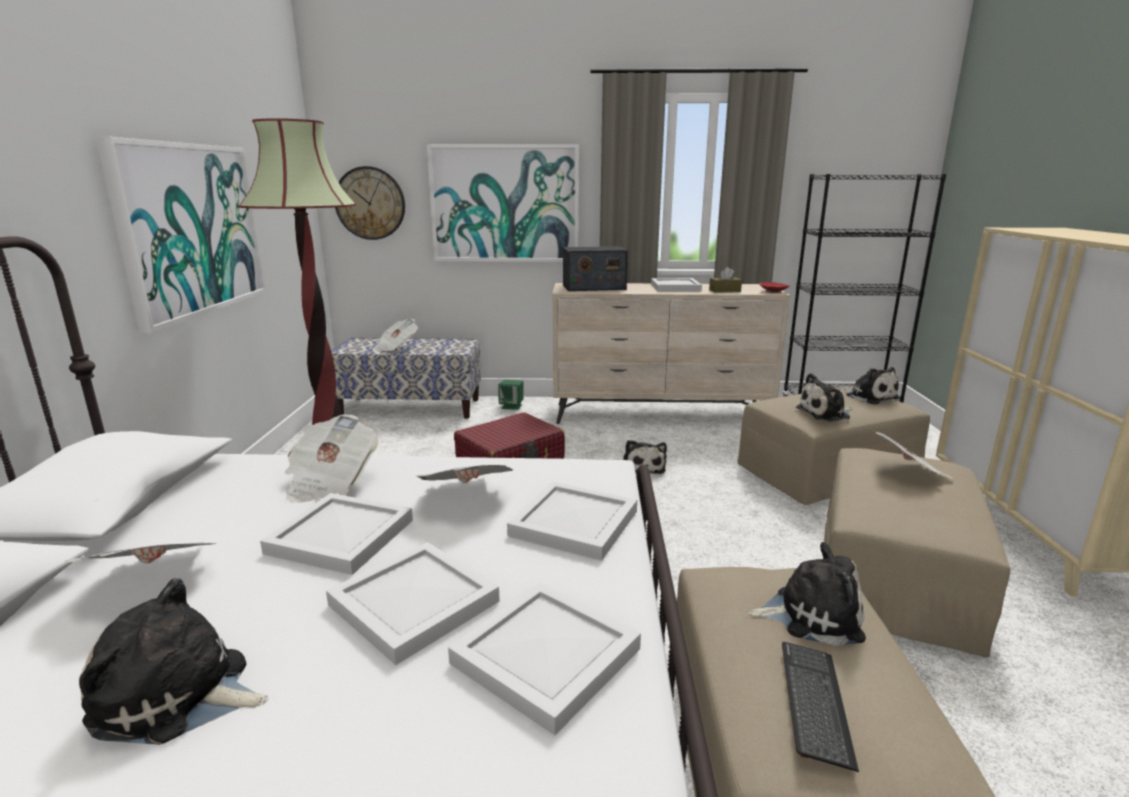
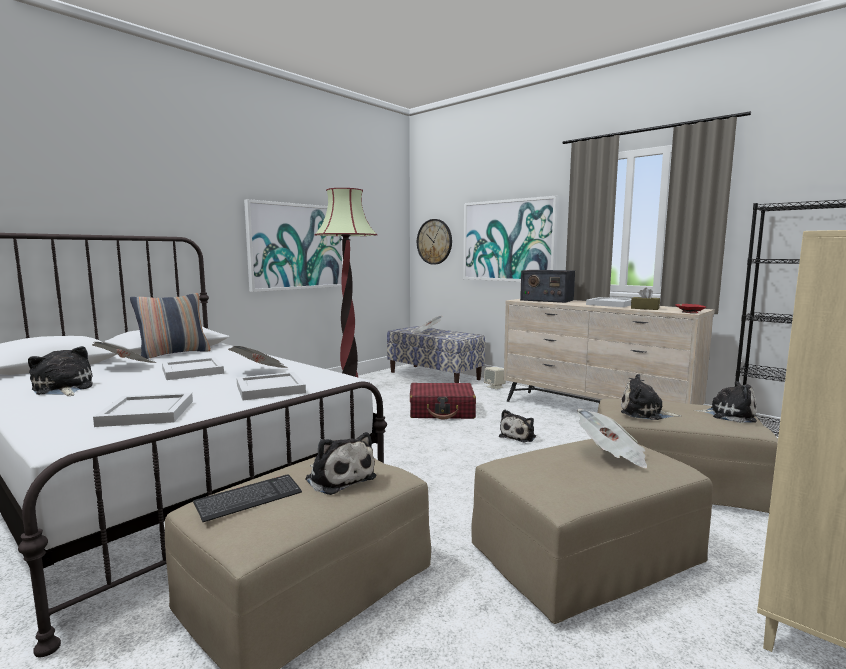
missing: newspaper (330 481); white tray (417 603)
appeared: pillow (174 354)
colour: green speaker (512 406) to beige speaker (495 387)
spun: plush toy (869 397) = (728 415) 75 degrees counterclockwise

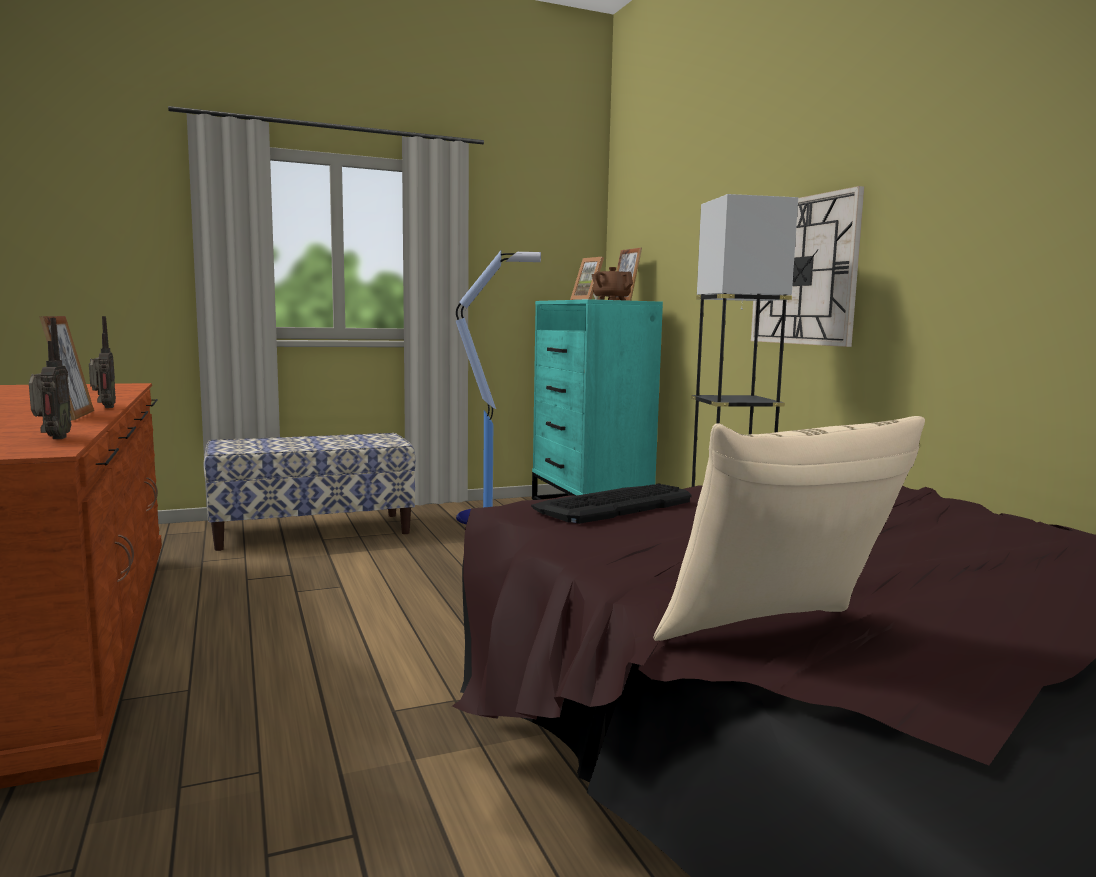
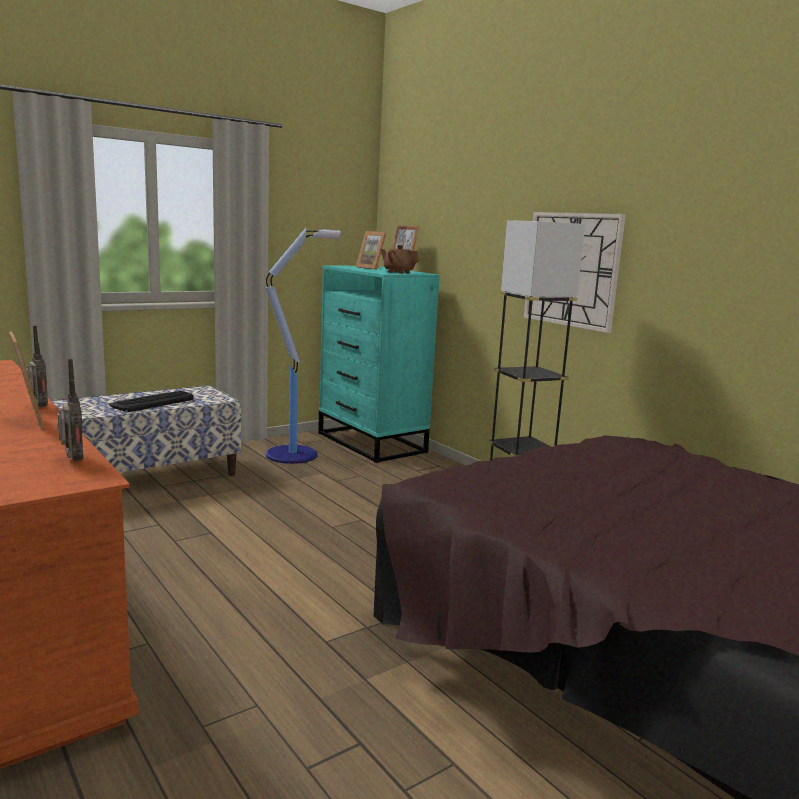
missing: beige pillow (783 642)
relocated: keyboard (612 505) to (152 402)

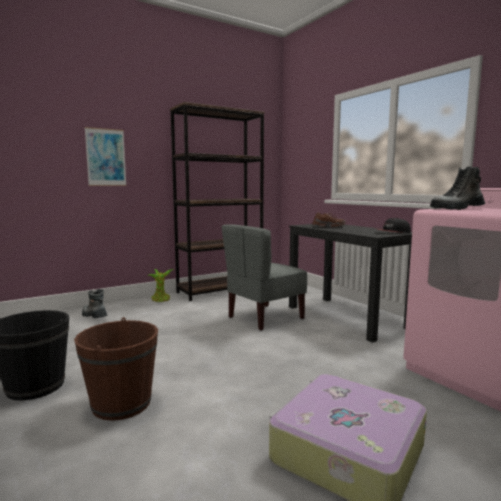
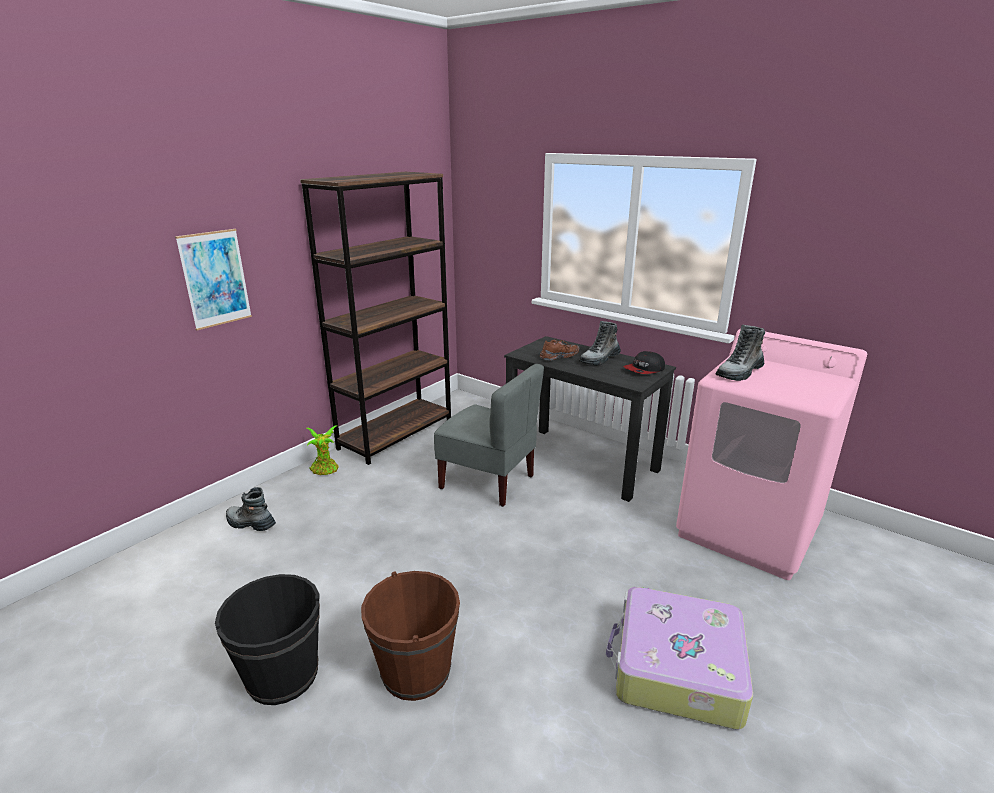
appeared: boot (600 359)
spun: grey chair (264 318) = (488 481) 90 degrees counterclockwise

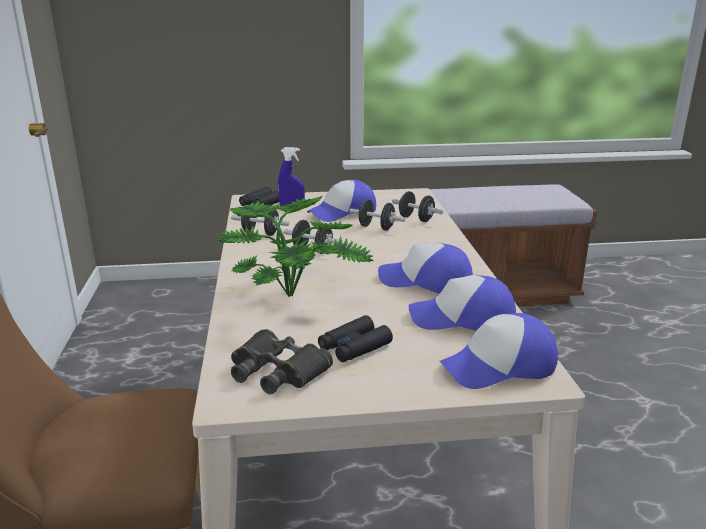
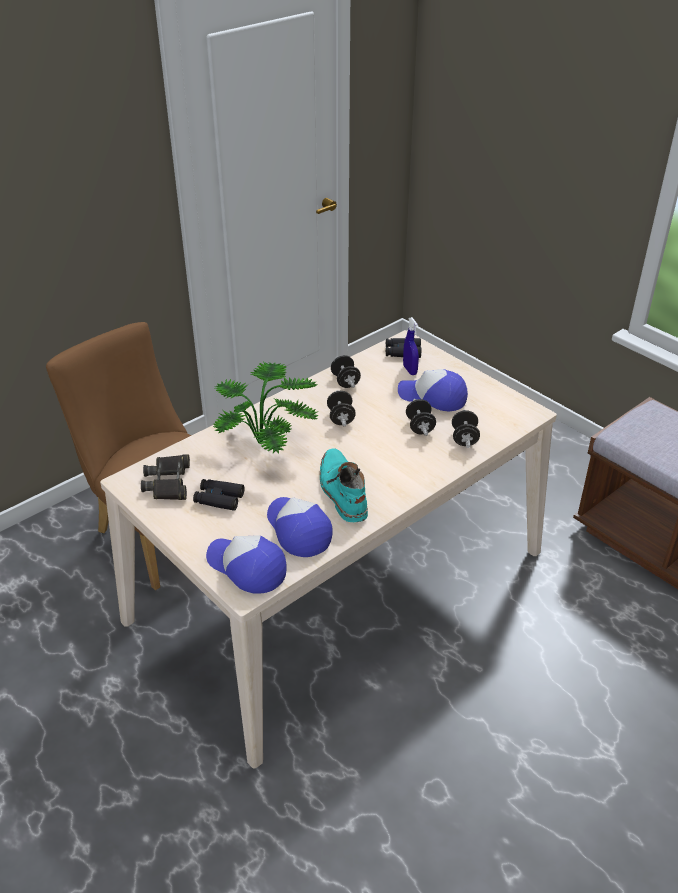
exchanged: cap (426 282) to turquoise boot (342 491)

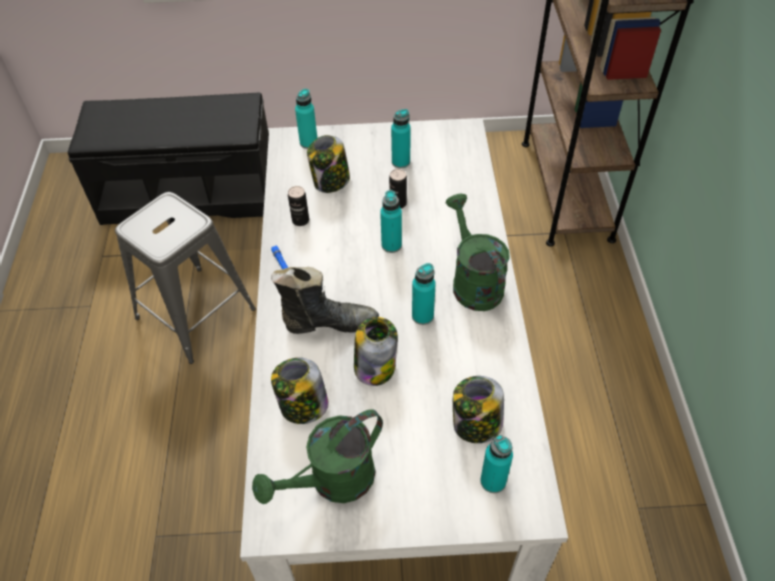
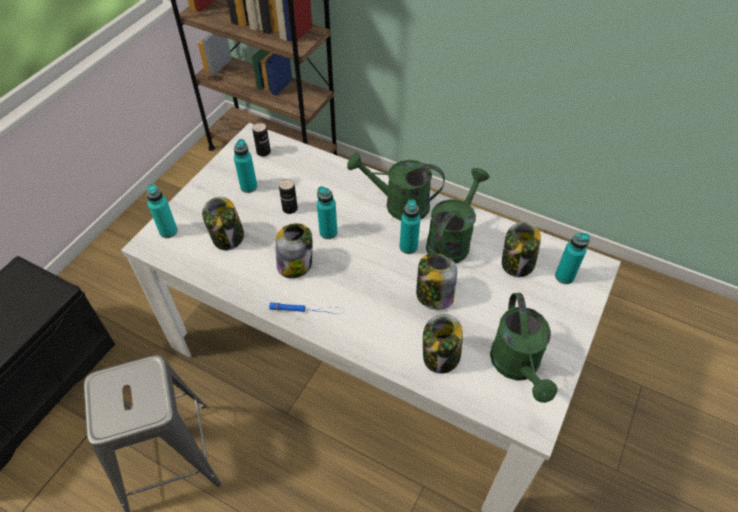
missing: black boot (329 323)
appeared: jar (295 264); green watering can (451 240)
relocated: can (300 220) to (263 152)

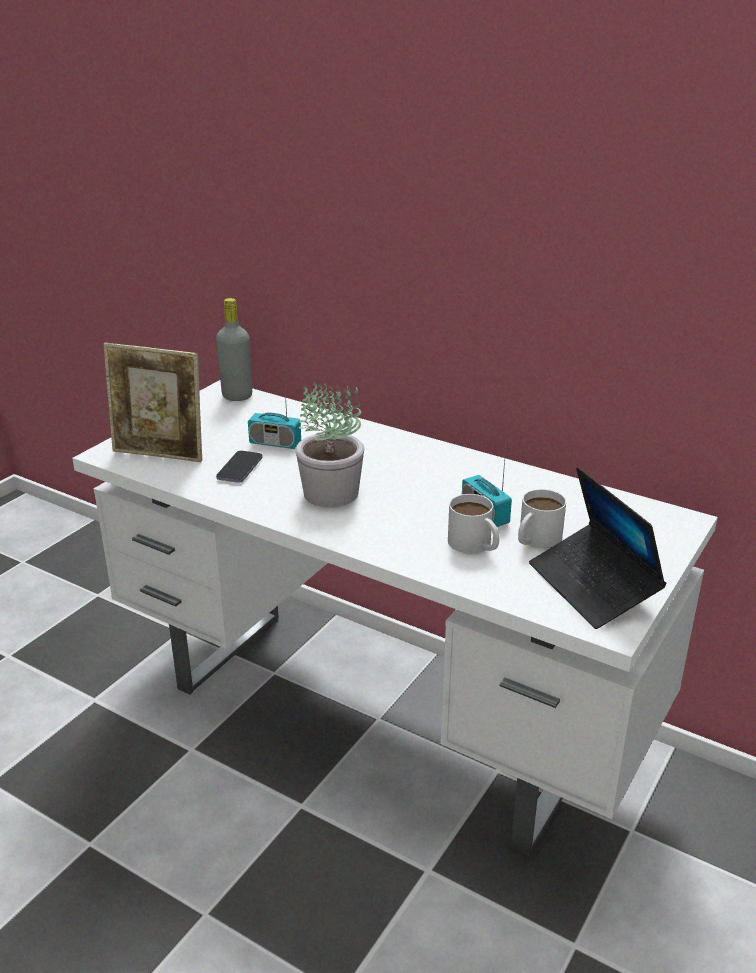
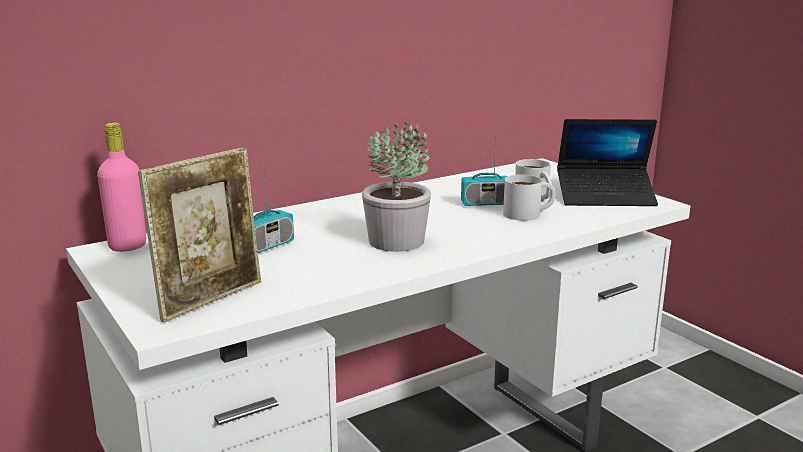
missing: phone (240 468)
colour: grey bottle (237 396) to pink bottle (127 246)

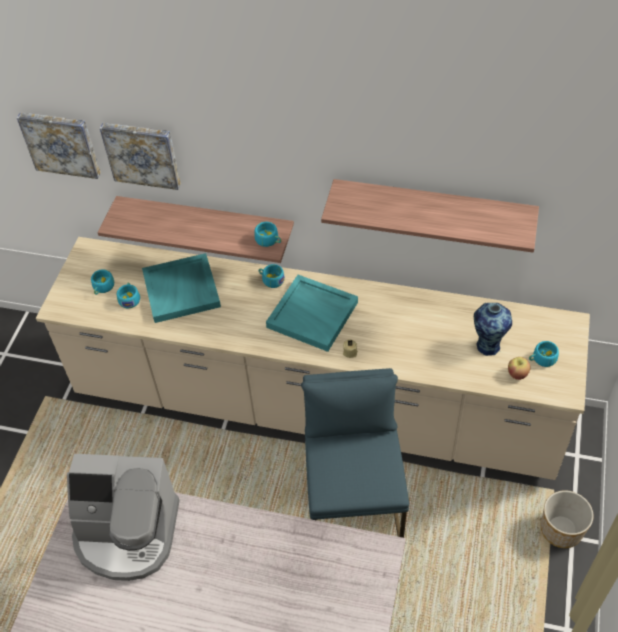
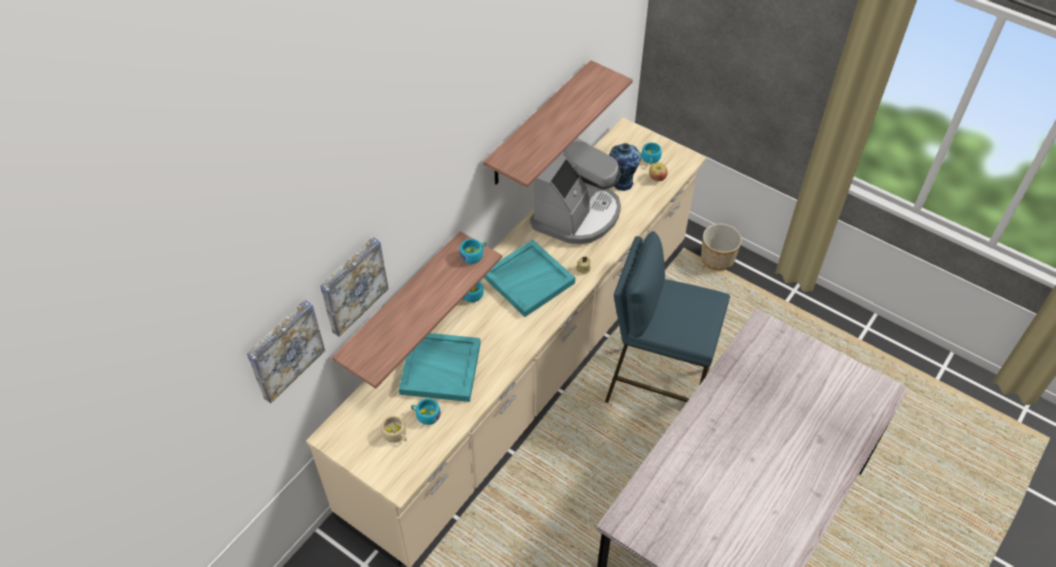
relocated: coffee machine (127 533) to (576 214)
colour: turquoise cup (102 288) to beige cup (396 435)

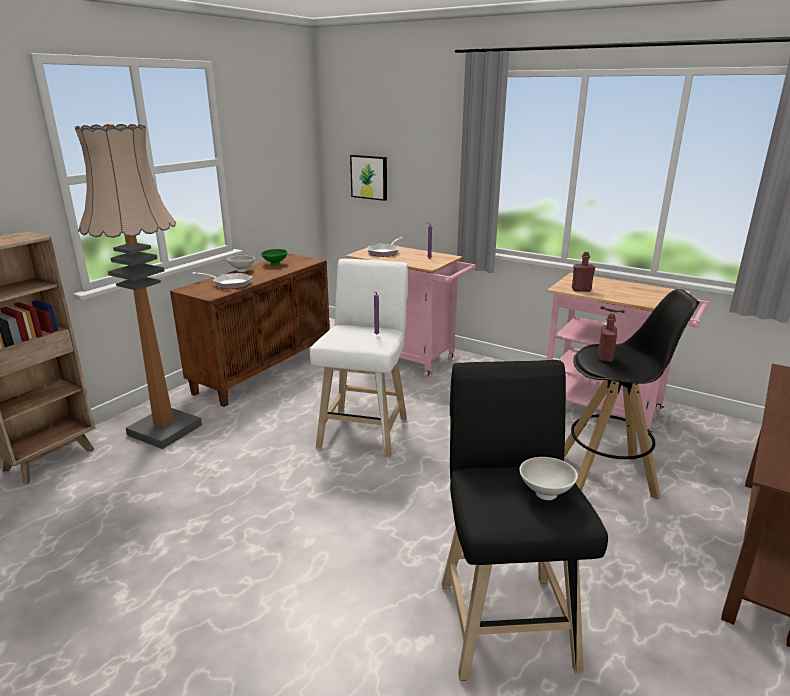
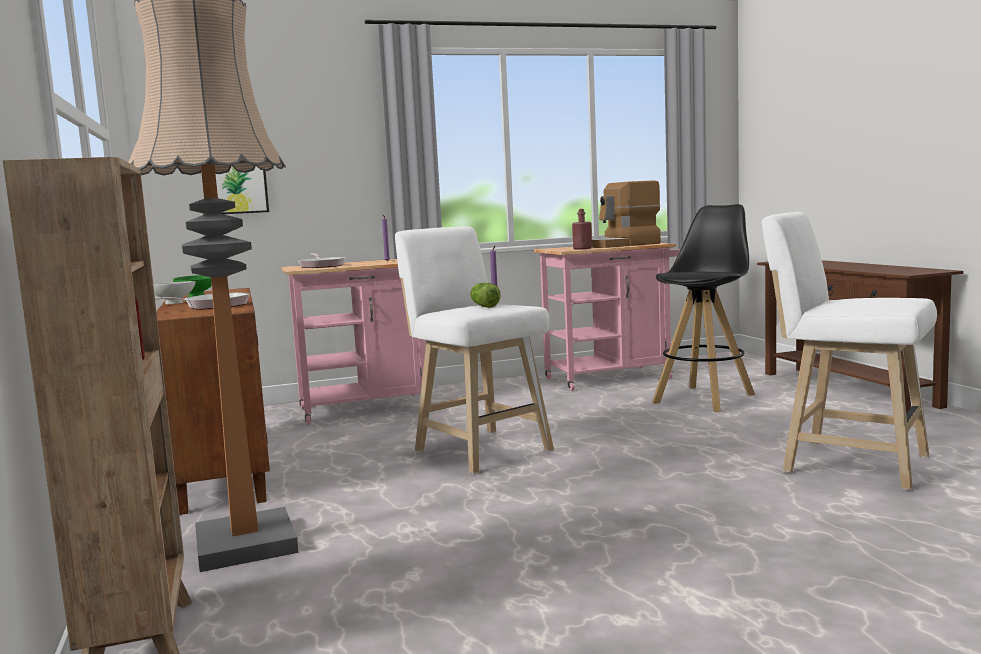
missing: white bowl (544 493); red bottle (605 357)
appeared: lettuce (483 306); coffee machine (622 245)
colour: black stool (504 617) to white stool (847 463)

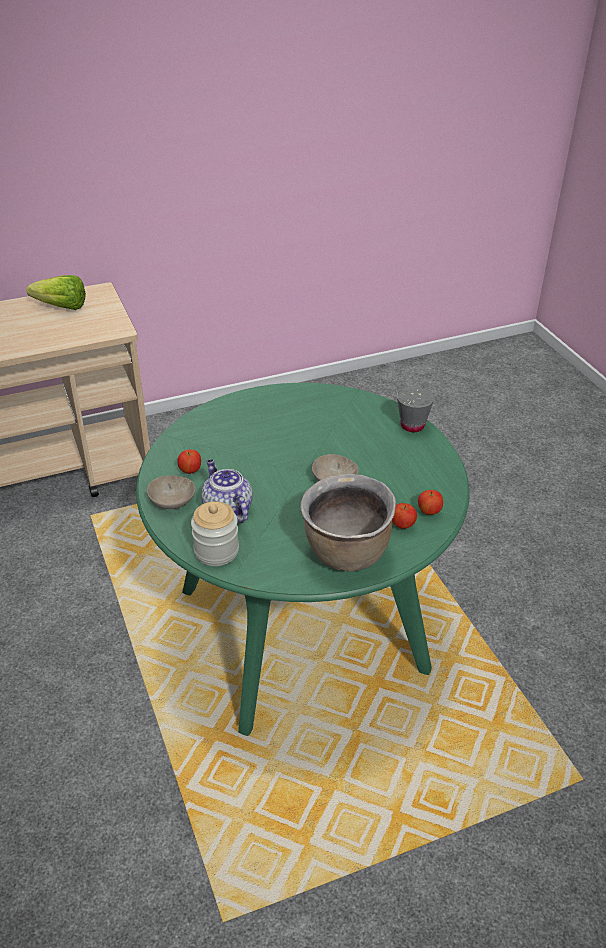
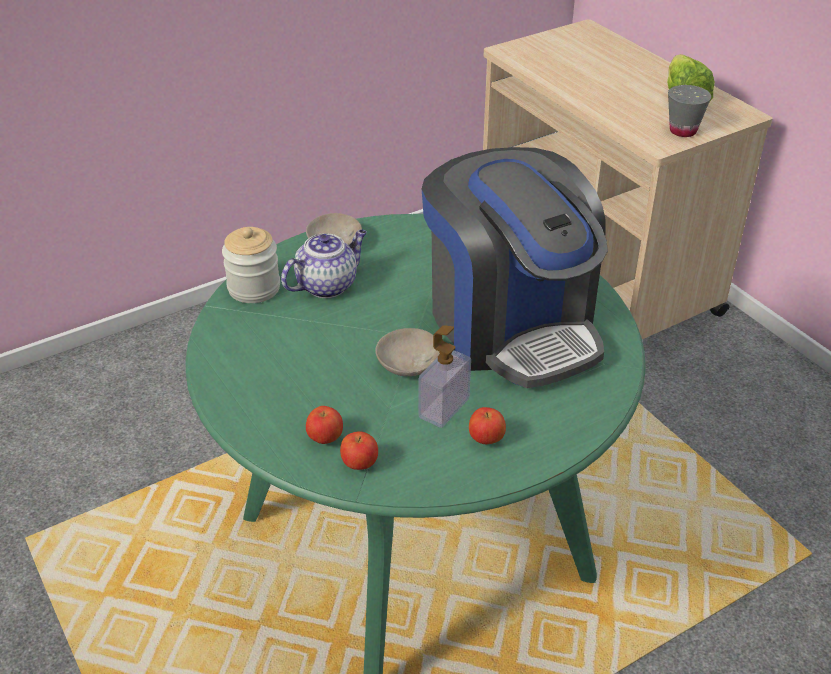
missing: brown cooking pot (346 554)
appeared: soap dispenser (444 408); coffee machine (512 326)
relocated: apple (190 471) to (486 439); grey cup (412 426) to (683 131)

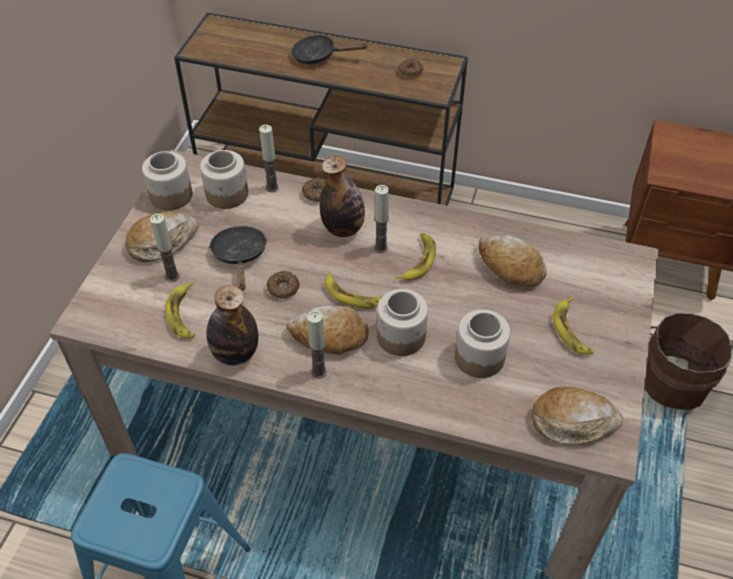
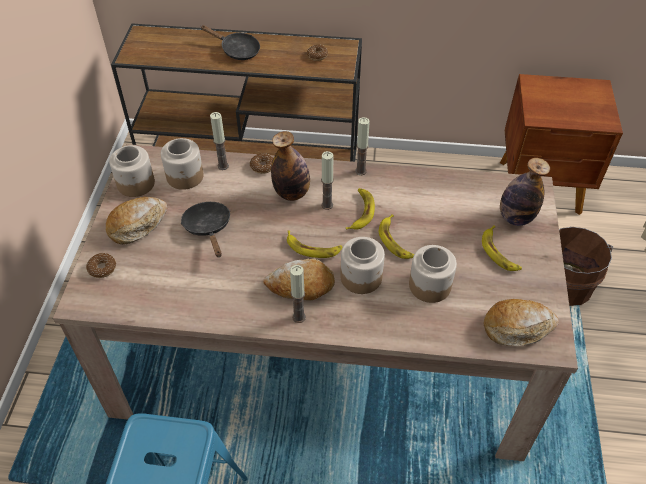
missing: bread (509 267)
relocated: donut (283 288) to (102 268); candle (172 276) to (360 171); banana (184 314) to (395 241); bottle (235 353) to (515 218)
spun: black frying pan (319 56) = (237 50) 150 degrees counterclockwise

